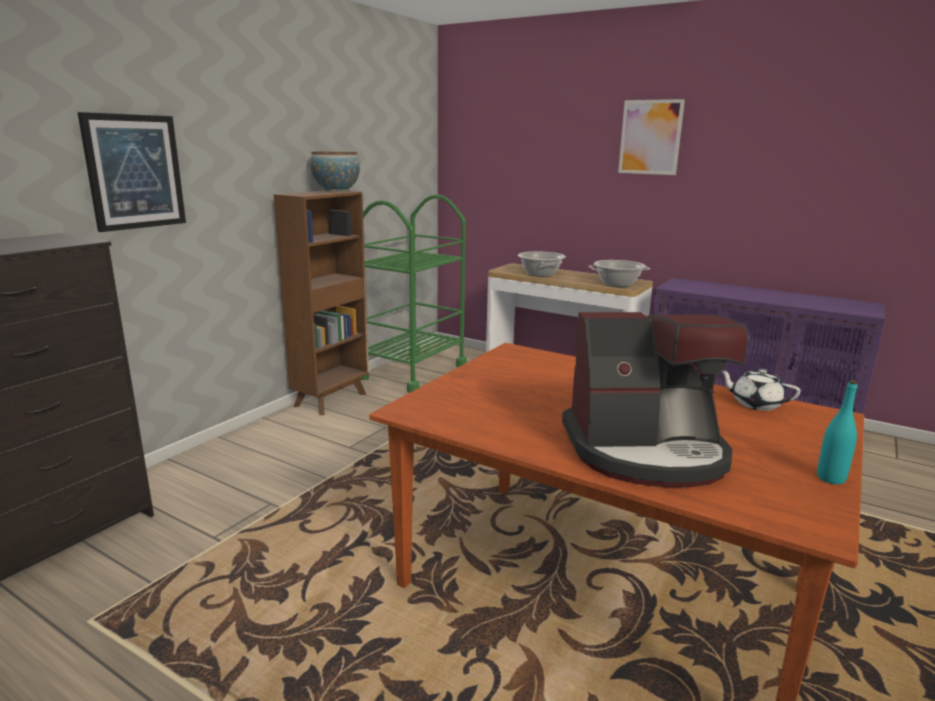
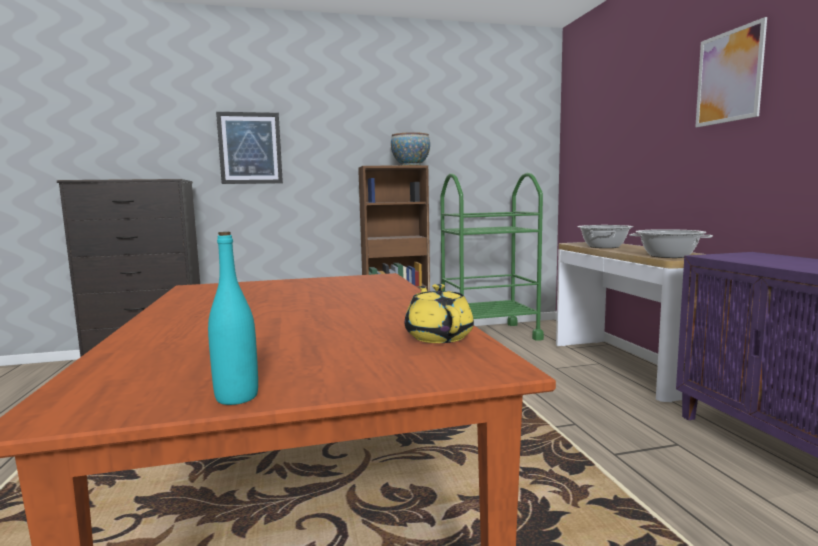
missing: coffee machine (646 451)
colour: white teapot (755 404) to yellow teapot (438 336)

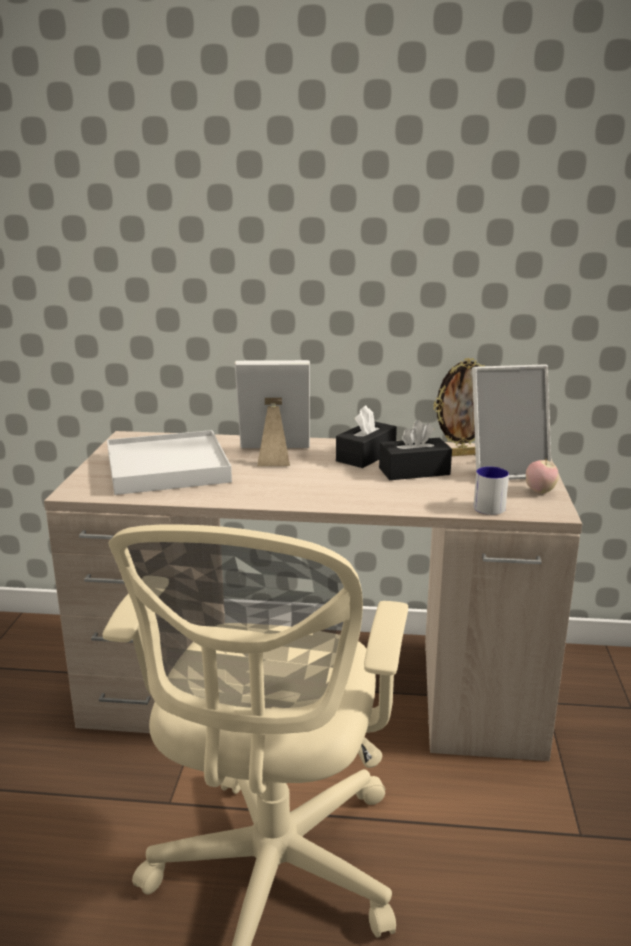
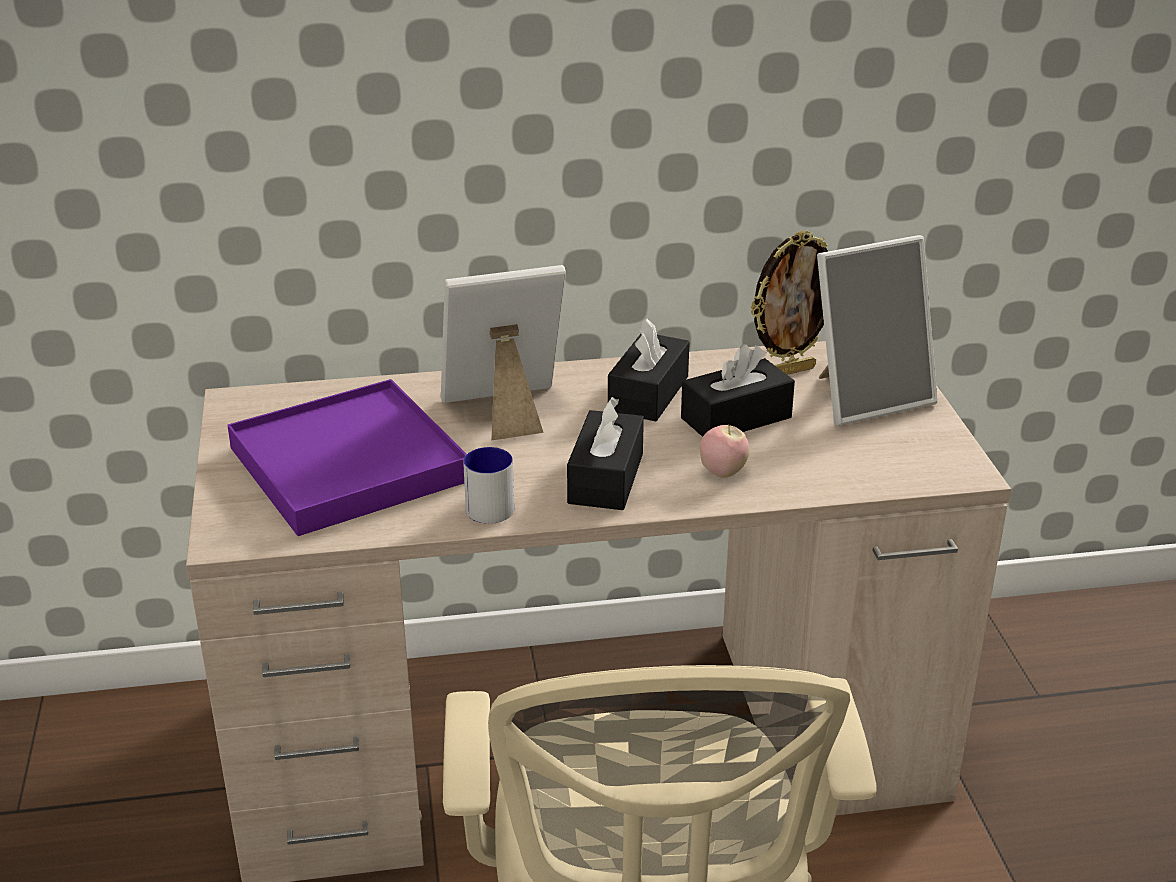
appeared: black tissue box (606 478)
relocated: mug (490 505) to (491 504); apple (540 492) to (722 472)
colour: white tray (168 468) to purple tray (349 464)

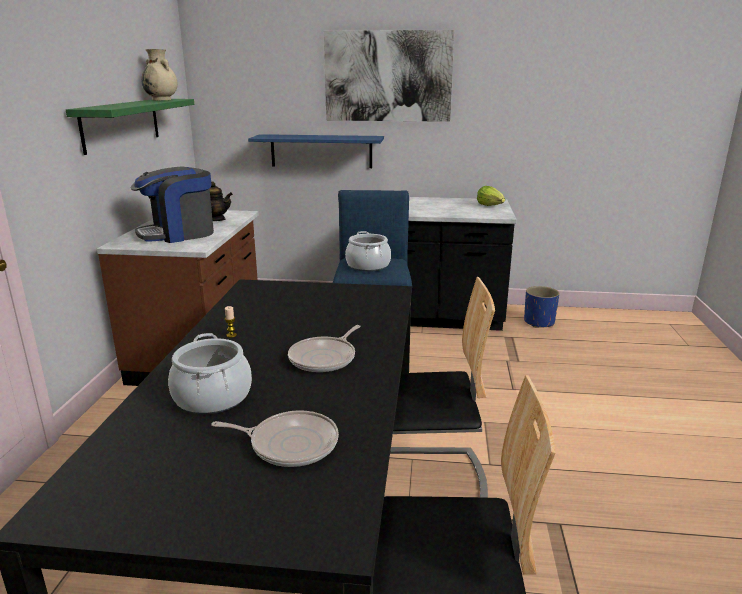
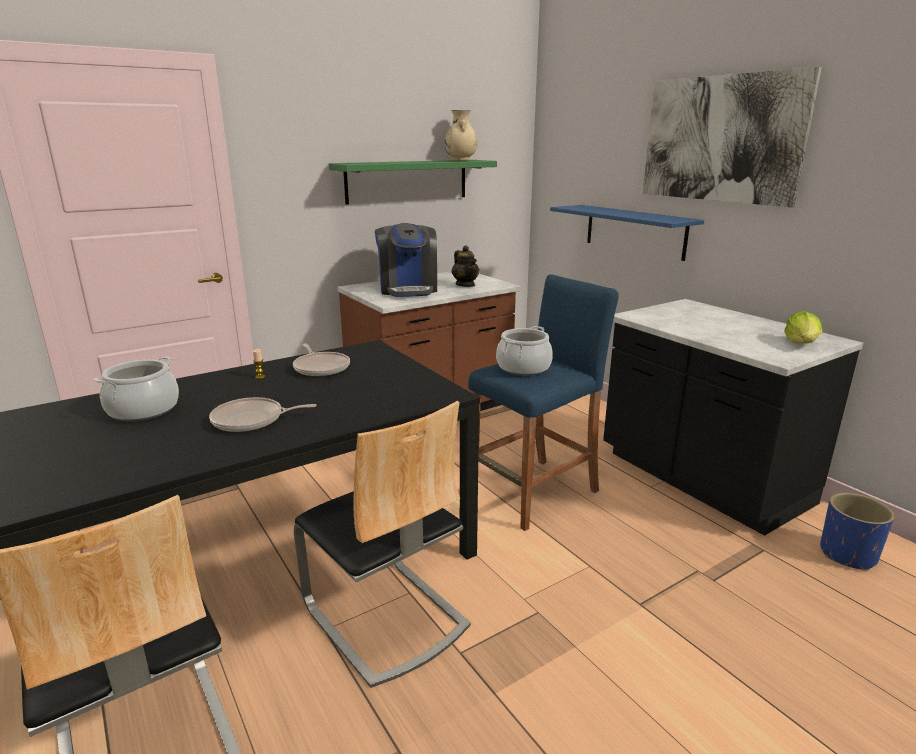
relocated: frying pan (290 444) to (321 367)
spun: coffee machine (178 234) = (408 289) 120 degrees counterclockwise

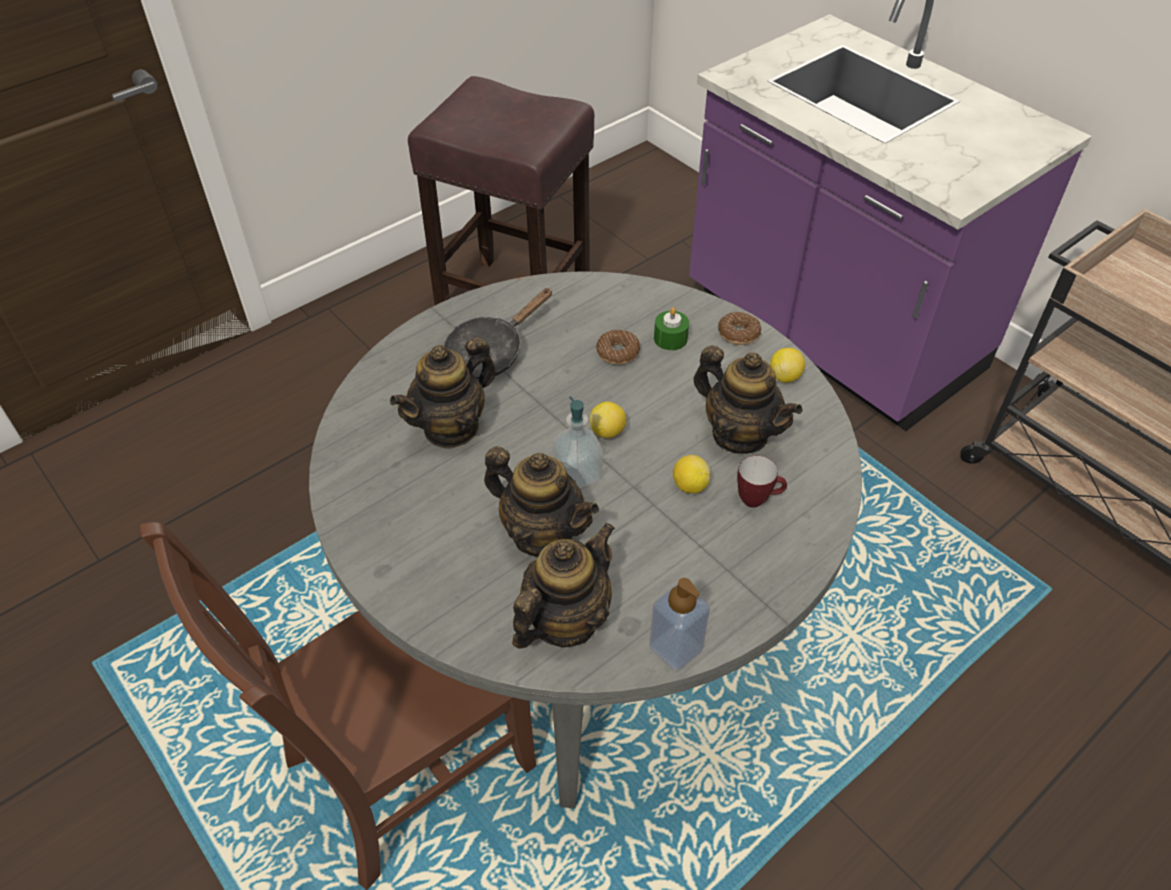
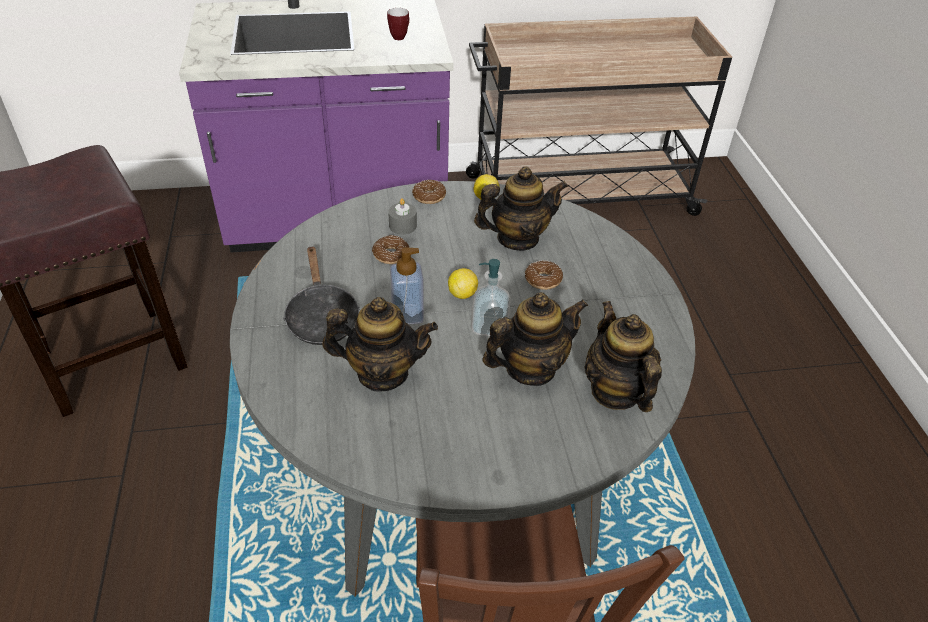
relocated: mug (757 499) to (400 36); soap dispenser (676 648) to (407 315)
exchanged: lemon (690 485) to donut (543 280)
colour: green candle (670 338) to grey candle (402 226)
spun: teapot (451 428) = (382 373) 75 degrees counterclockwise

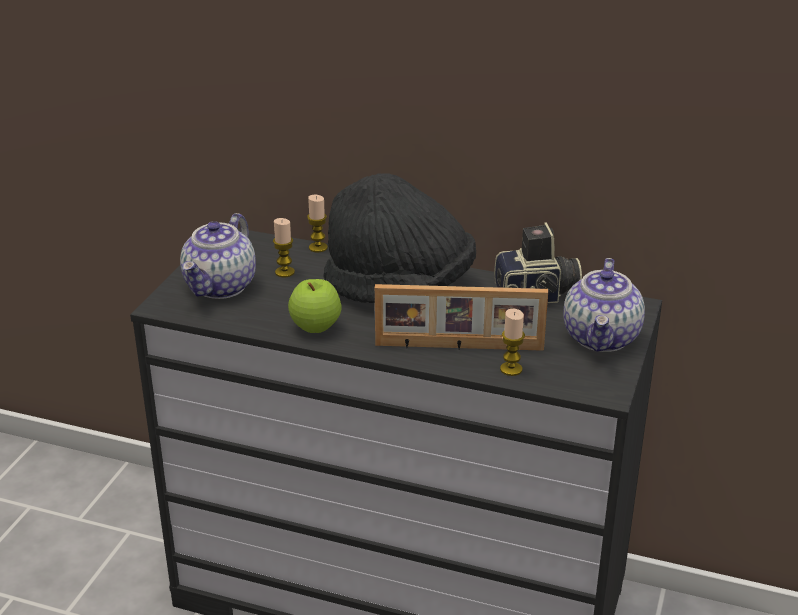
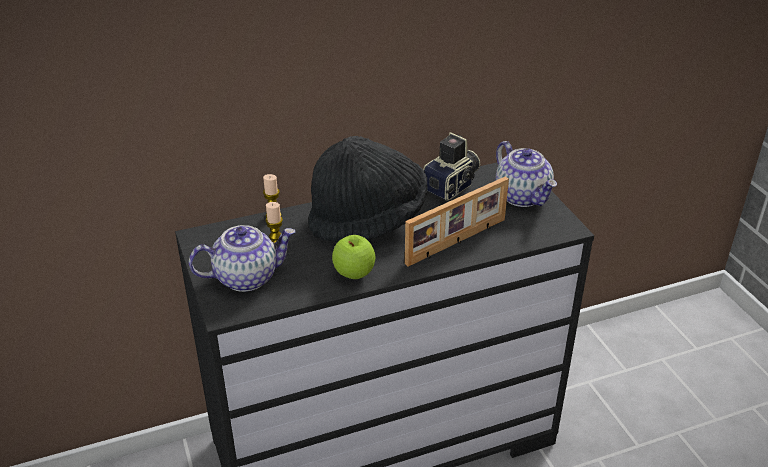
missing: candle (511 369)
spun: teapot (221 287) = (246 277) 90 degrees counterclockwise

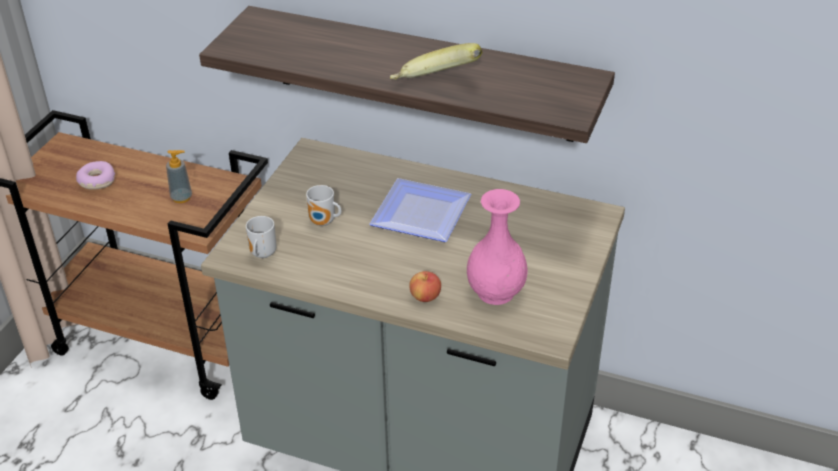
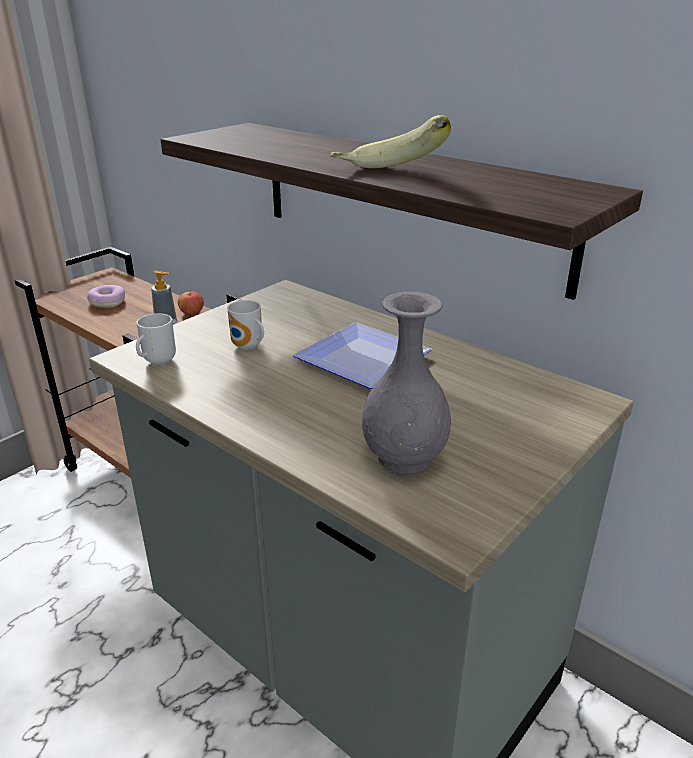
relocated: apple (425 296) to (192 313)
colour: pink vase (496 292) to grey vase (405 458)

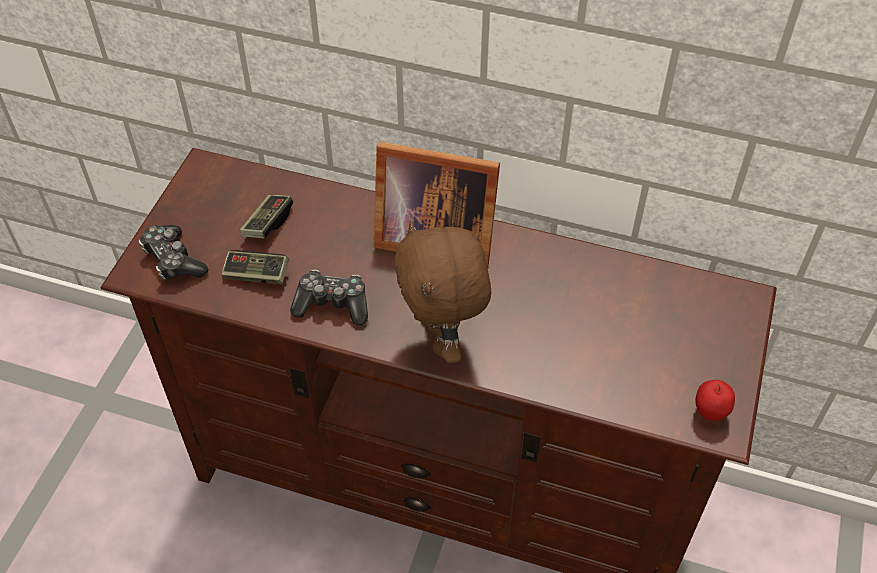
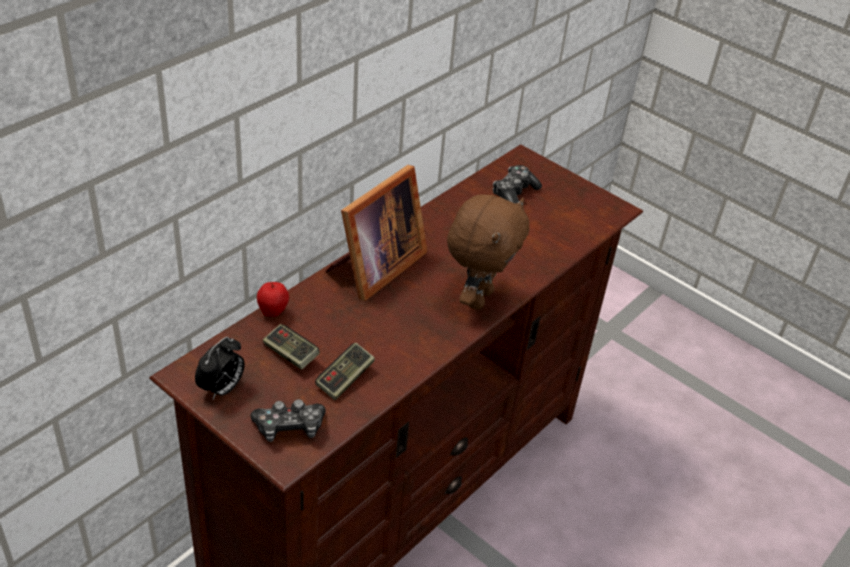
appeared: alarm clock (222 389)
relocated: apple (709 413) to (273 312); game controller (332 304) to (514 194)
spun: brown plush toy (443 340) = (478 298) 75 degrees counterclockwise

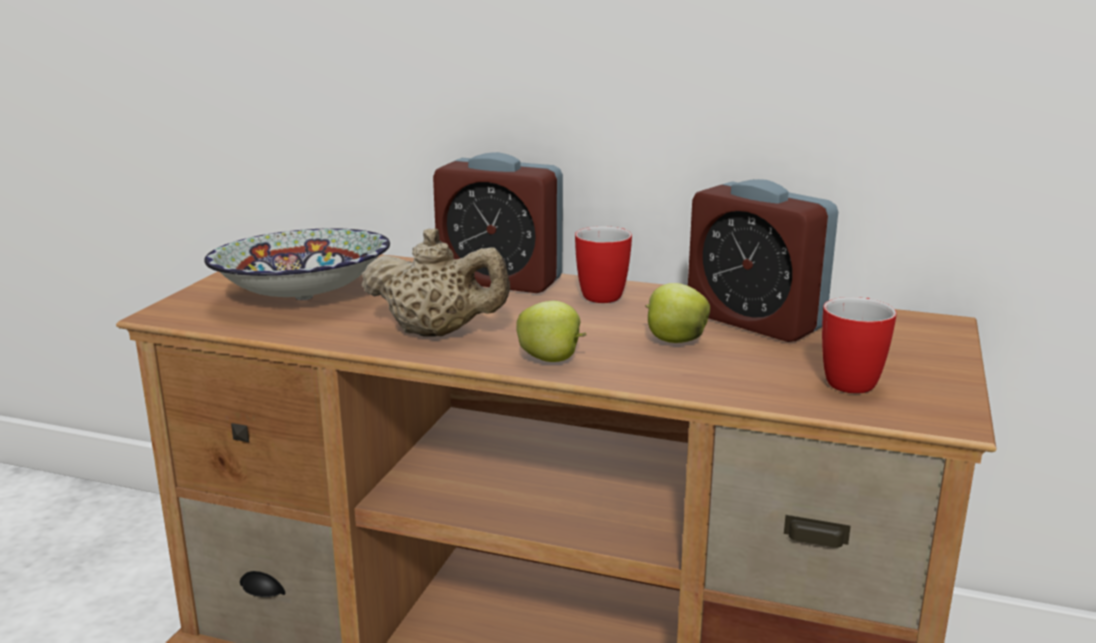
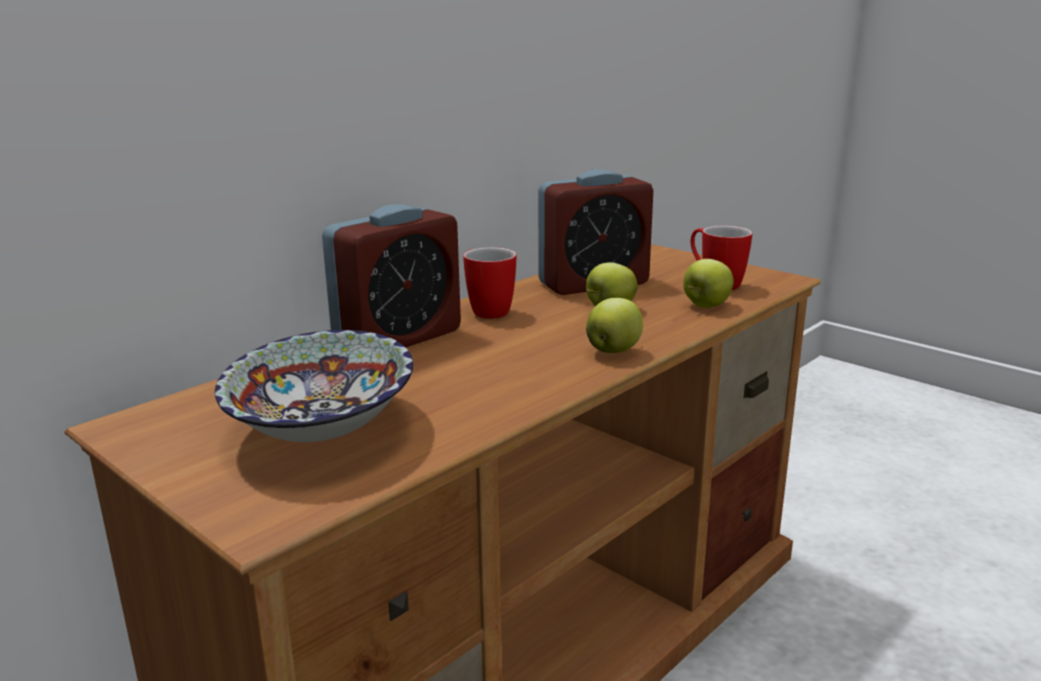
missing: beige teapot (437 333)
appeared: apple (706 306)

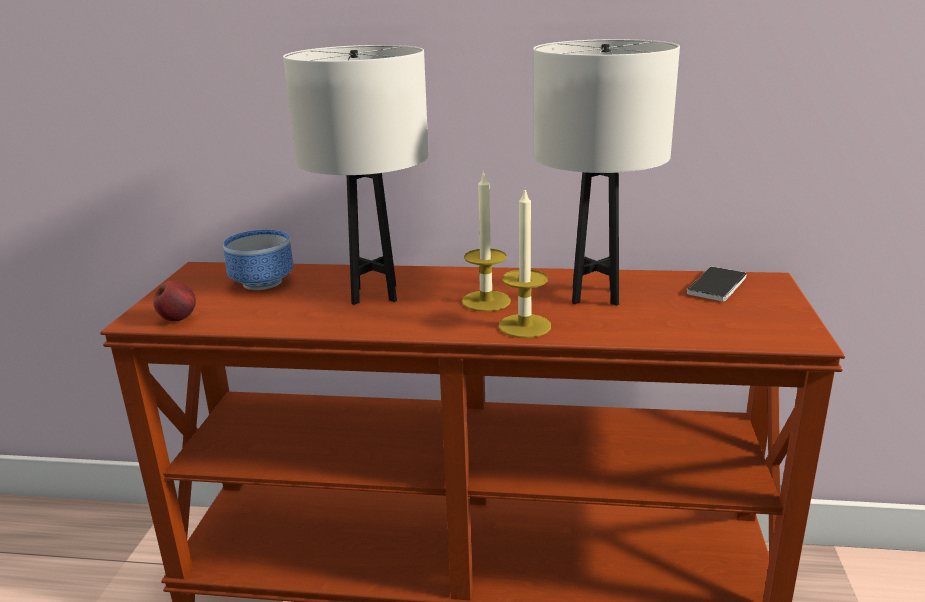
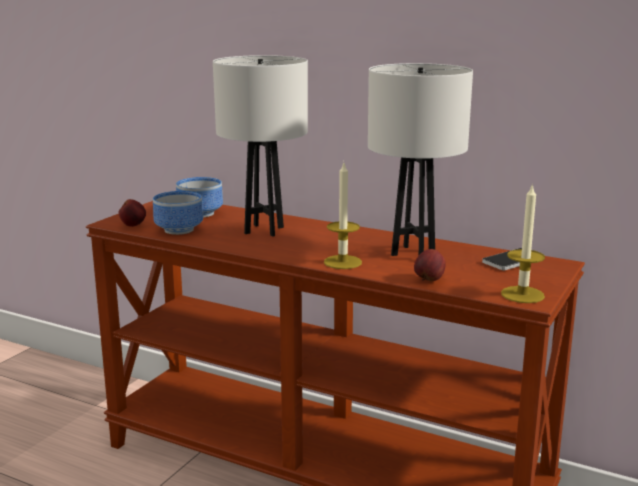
appeared: bowl (178 229); apple (429 280)
relocated: candle (486 301) to (522 294)

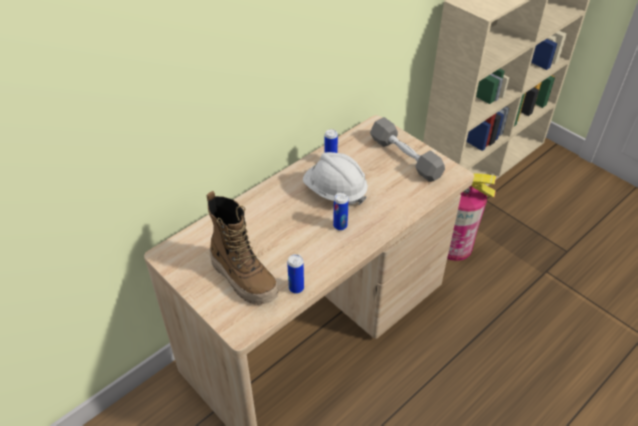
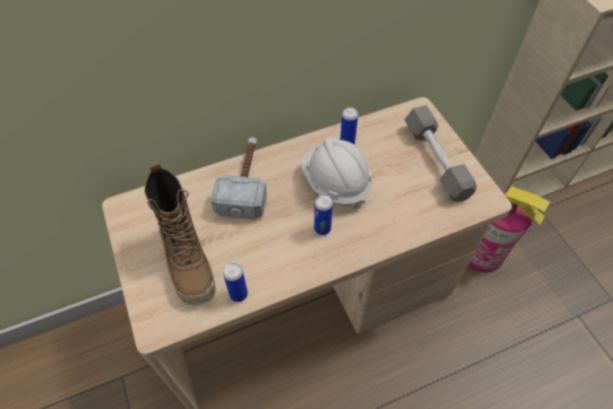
appeared: hammer (246 182)

